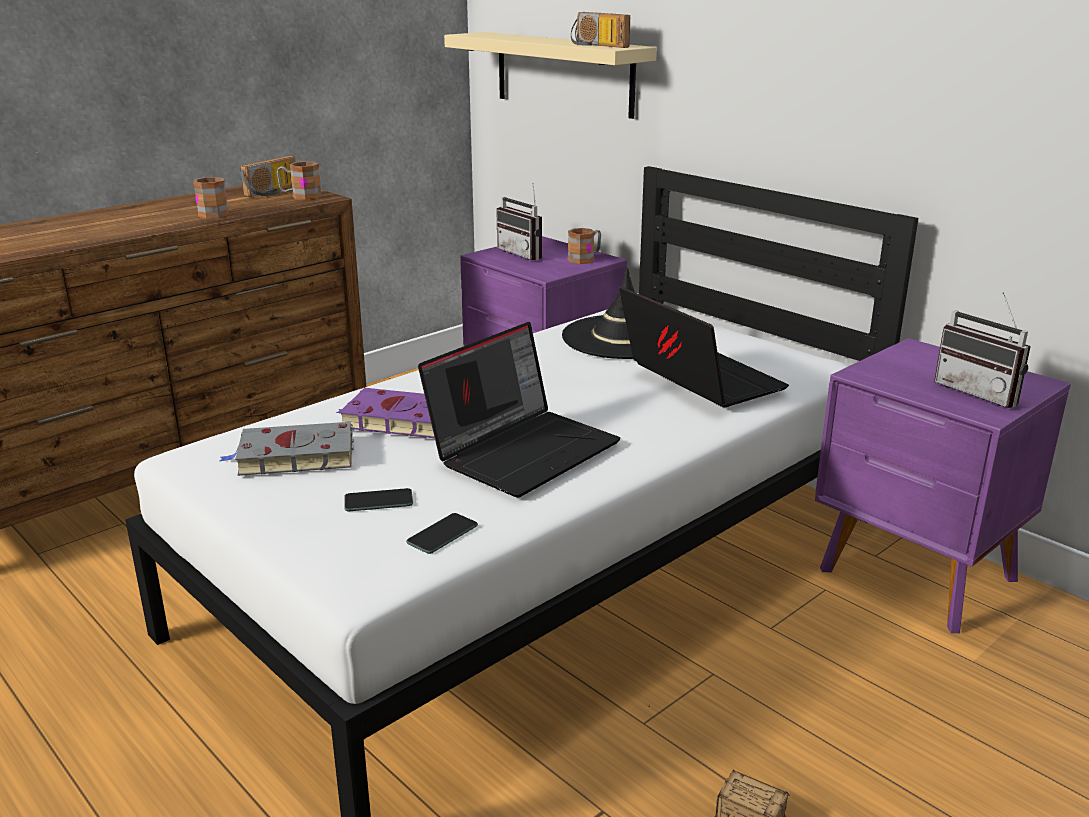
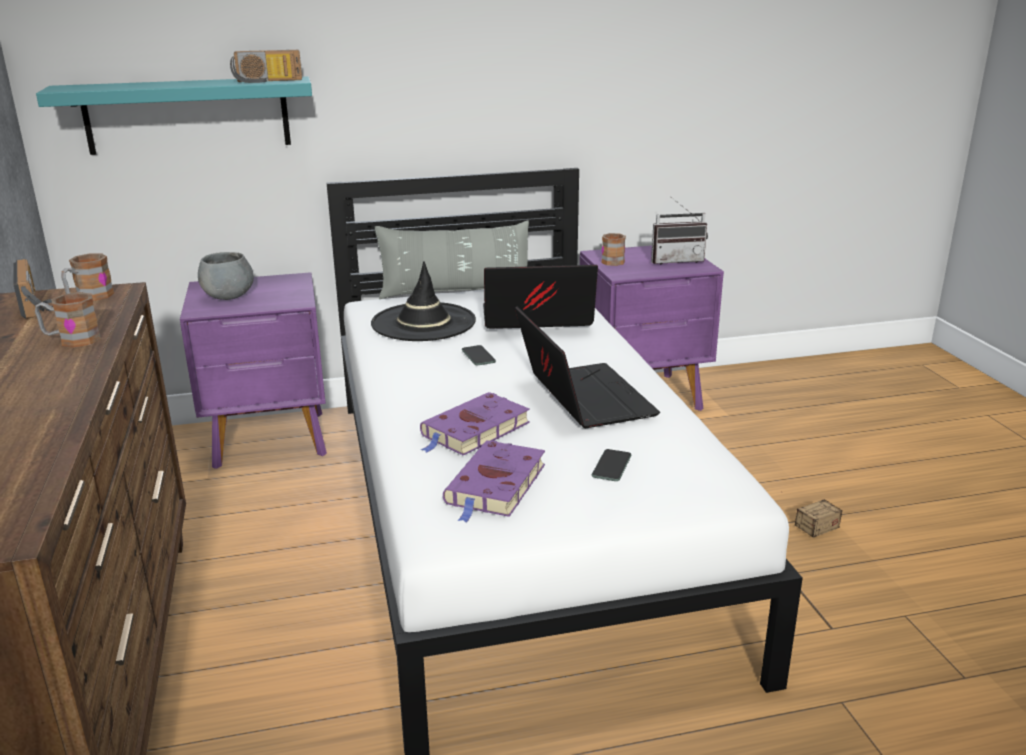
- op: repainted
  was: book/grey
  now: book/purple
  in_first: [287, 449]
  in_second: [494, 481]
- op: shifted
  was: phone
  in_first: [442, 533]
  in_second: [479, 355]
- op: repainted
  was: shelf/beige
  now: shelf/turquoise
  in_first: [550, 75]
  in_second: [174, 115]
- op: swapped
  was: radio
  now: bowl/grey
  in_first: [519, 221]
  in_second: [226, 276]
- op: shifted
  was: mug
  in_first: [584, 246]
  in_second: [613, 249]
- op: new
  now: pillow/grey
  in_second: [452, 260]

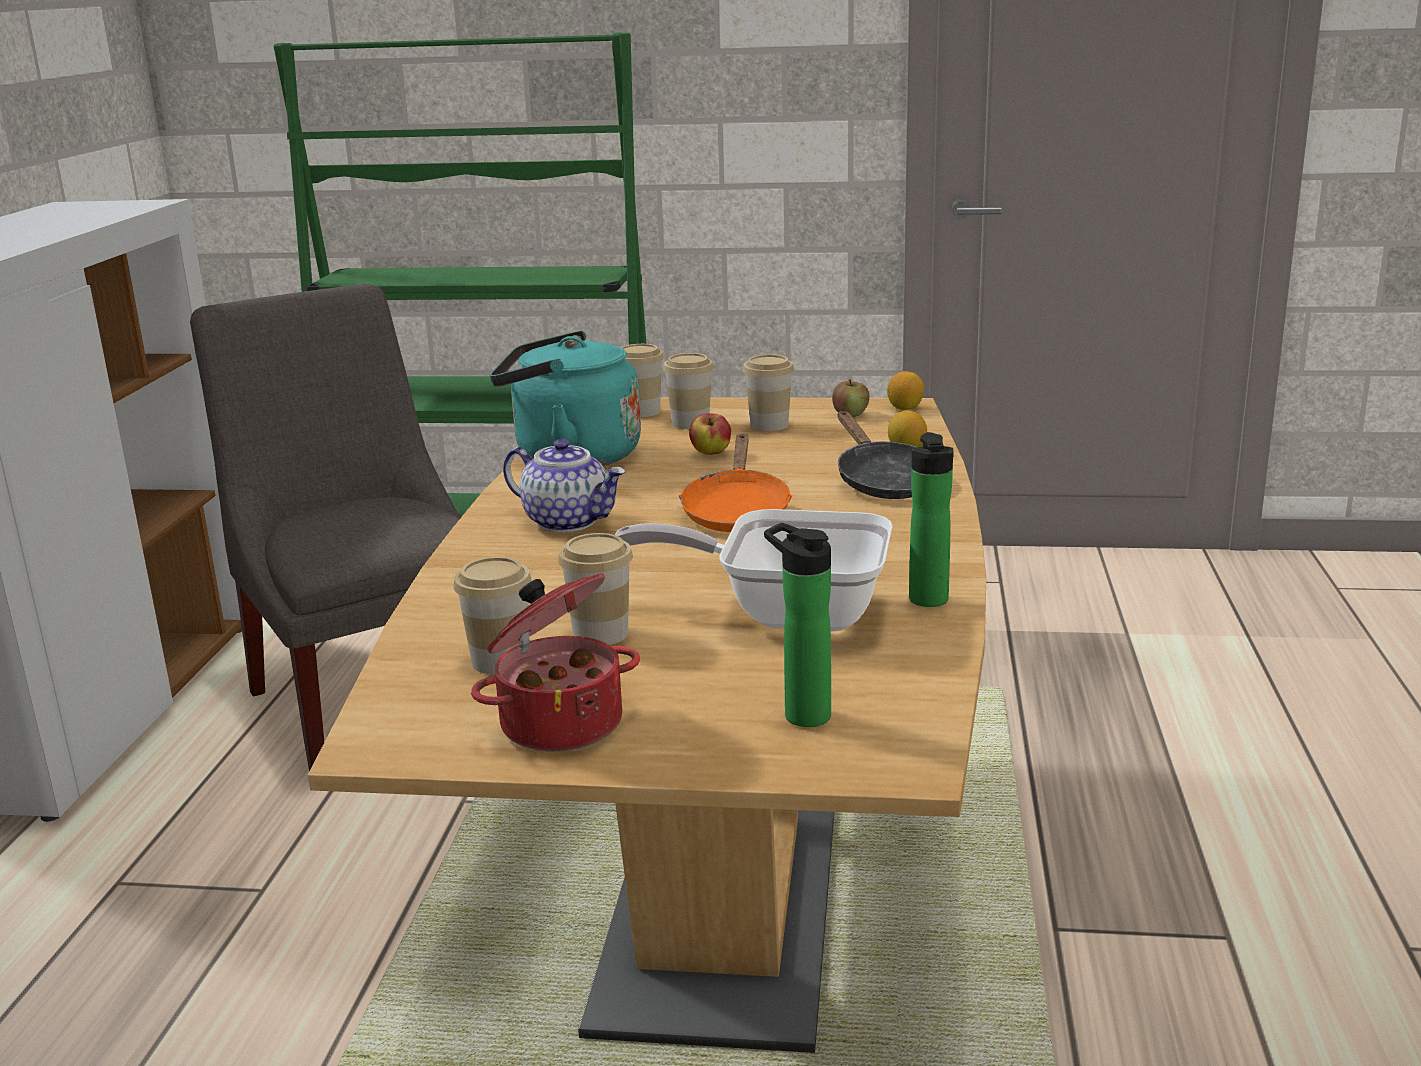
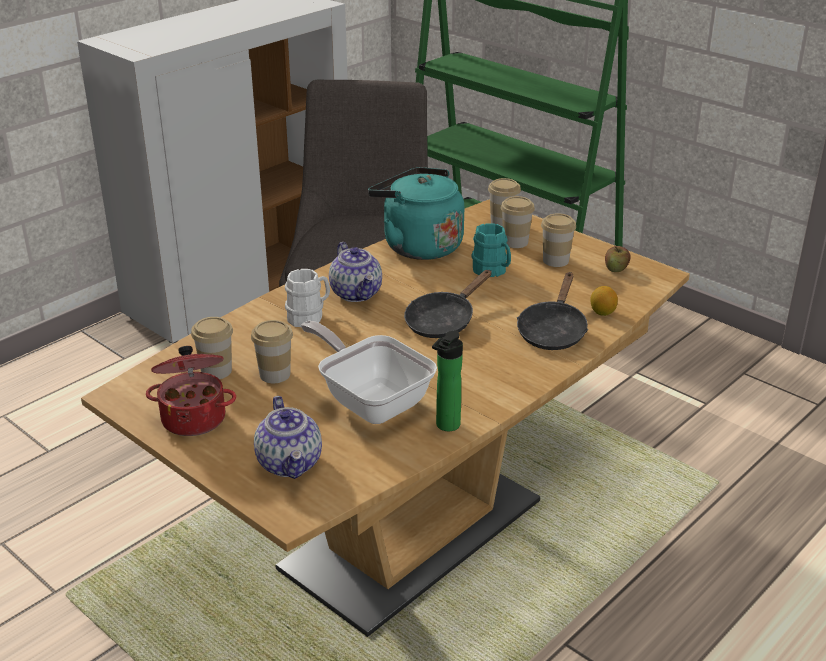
- op: repainted
  was: frying pan/orange
  now: frying pan/black
  in_first: [736, 483]
  in_second: [448, 304]
- op: swapped
  was: apple
  now: mug/turquoise
  in_first: [710, 434]
  in_second: [491, 250]
- op: swapped
  was: bottle
  now: teapot
  in_first: [797, 625]
  in_second: [288, 437]
- op: gone
  was: lemon
  in_first: [905, 390]
- op: new
  now: mug/white
  in_second: [307, 298]

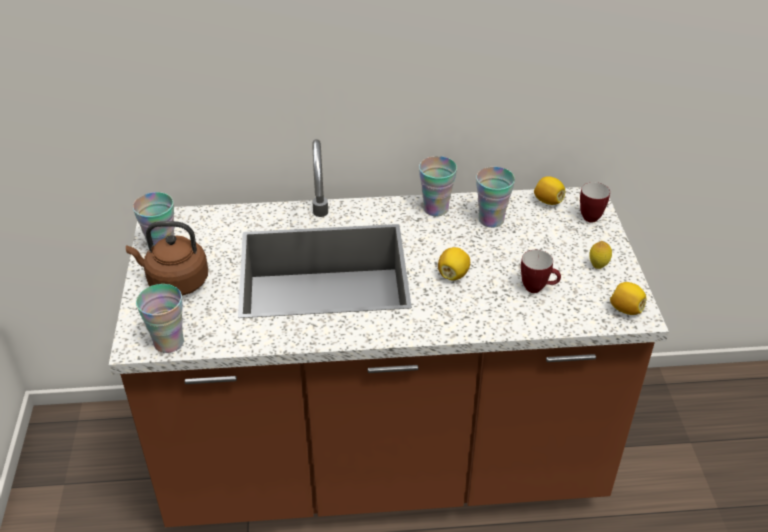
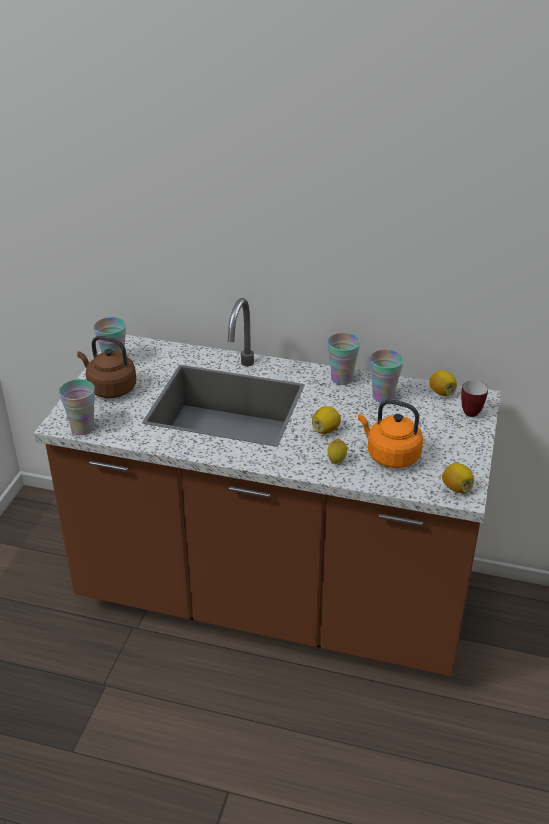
- op: swapped
  was: mug
  now: kettle/orange
  in_first: [541, 271]
  in_second: [390, 433]
- op: shifted
  was: lemon
  in_first: [600, 255]
  in_second: [337, 451]

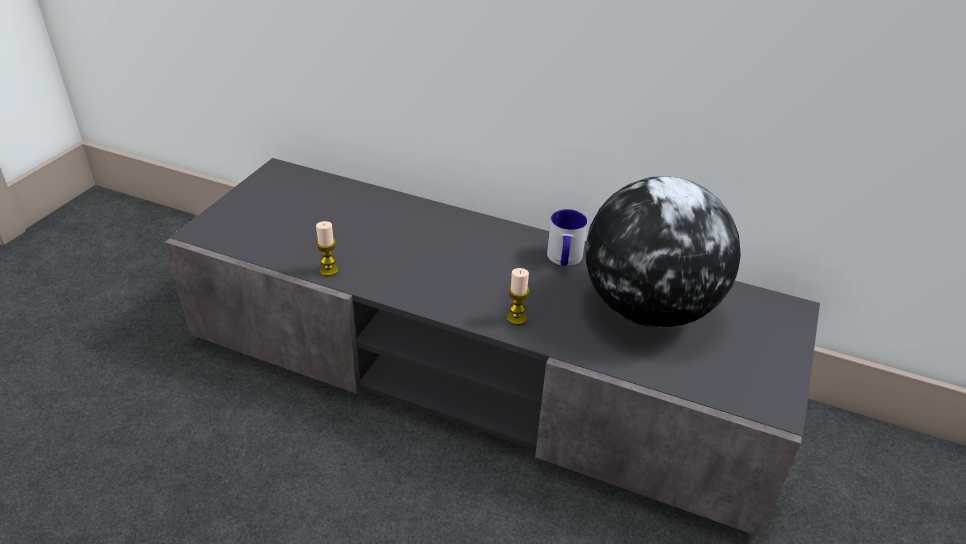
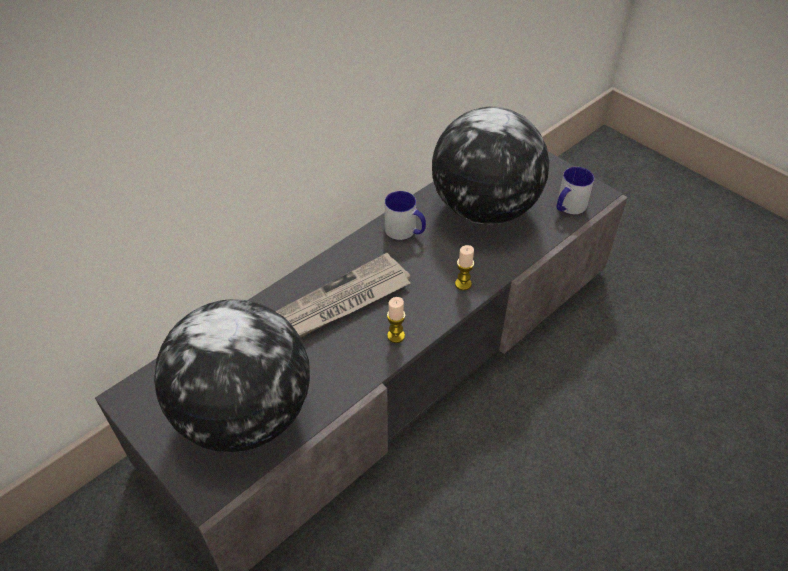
- op: shifted
  was: candle
  in_first: [327, 248]
  in_second: [396, 320]
- op: new
  now: globe
  in_second: [232, 375]
- op: new
  now: newspaper
  in_second: [343, 295]
- op: new
  now: mug
  in_second: [575, 190]

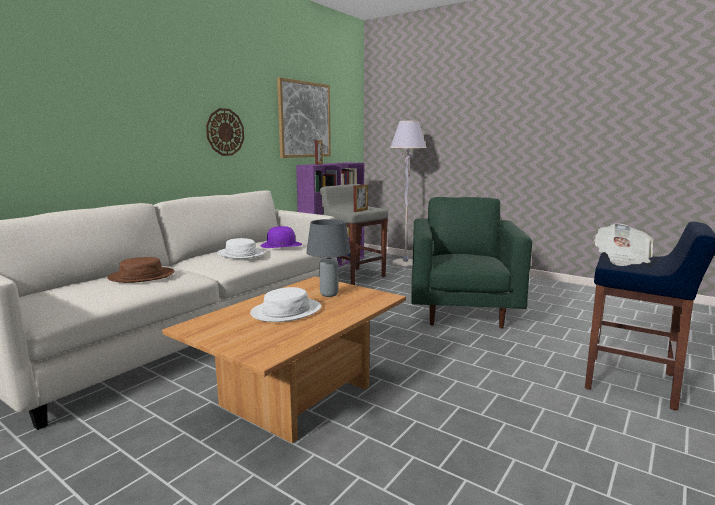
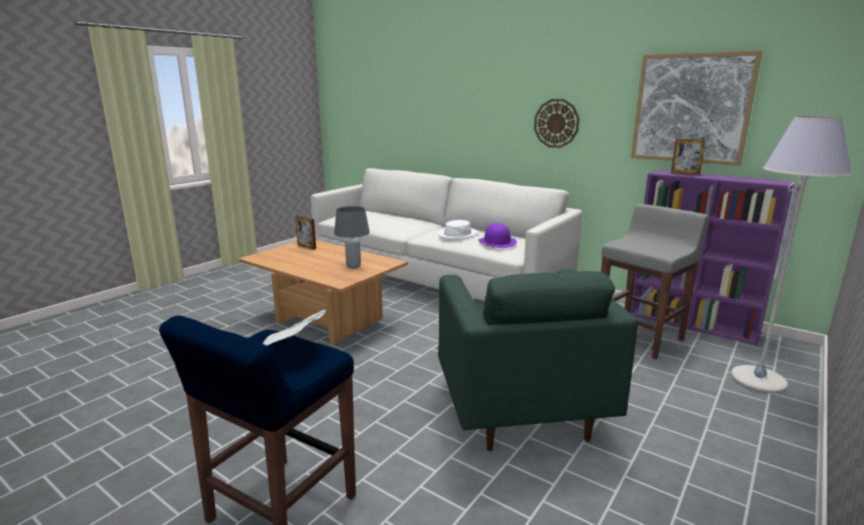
- op: gone
  was: hat/brown
  in_first: [140, 270]
- op: gone
  was: hat/white
  in_first: [285, 304]
- op: shifted
  was: picture frame
  in_first: [361, 198]
  in_second: [305, 233]
- op: rotated
  was: armchair/green
  in_first: [471, 263]
  in_second: [538, 360]
  clockwise: 75

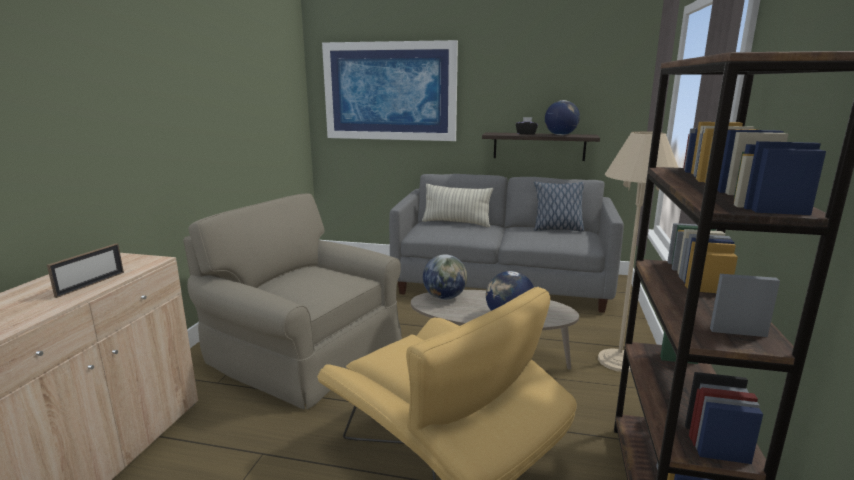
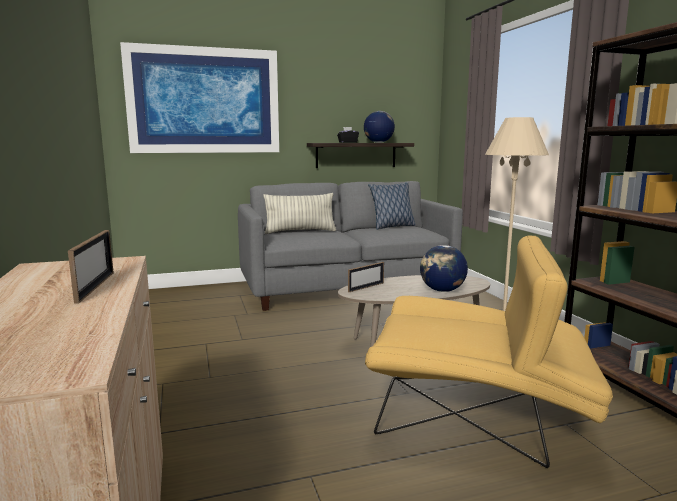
- op: gone
  was: armchair/beige
  in_first: [293, 301]
- op: swapped
  was: globe
  now: picture frame
  in_first: [445, 277]
  in_second: [366, 277]

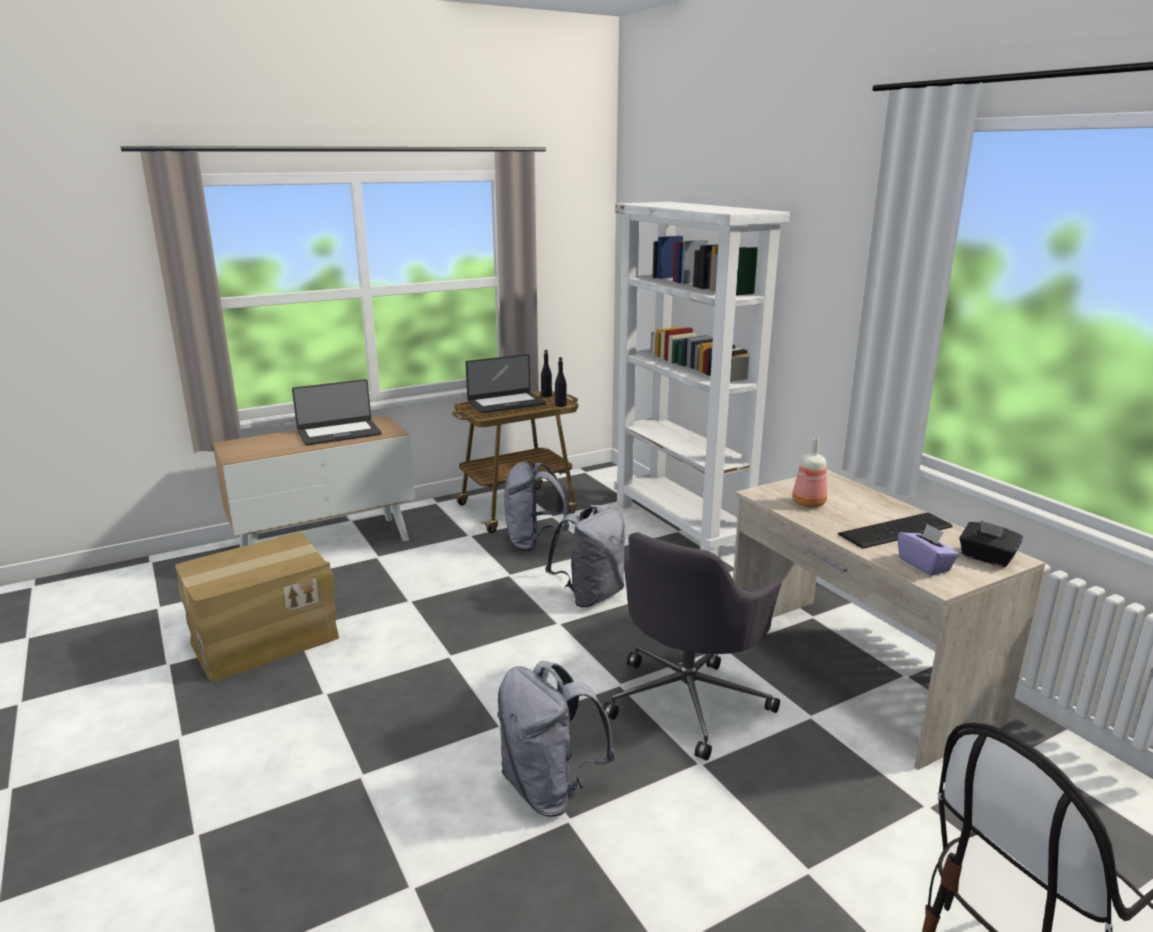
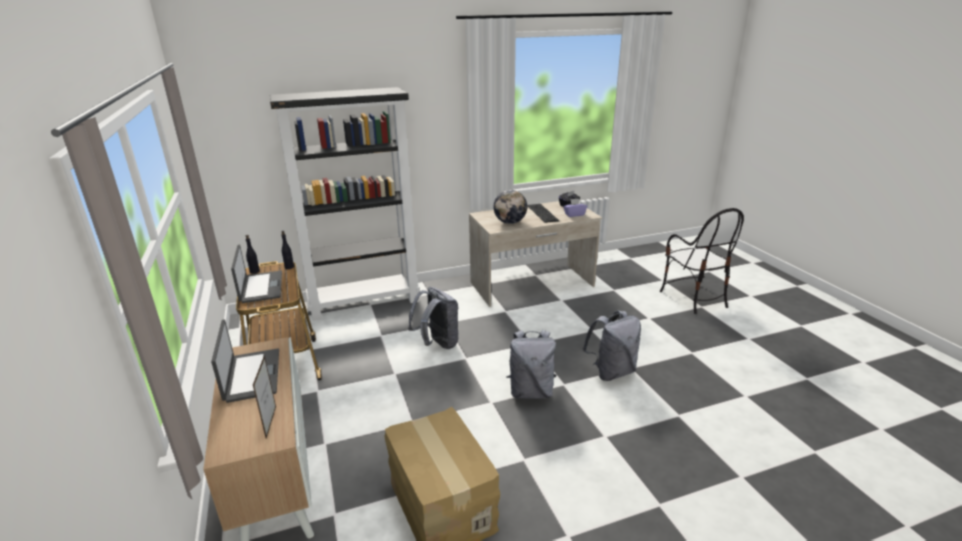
- op: shifted
  was: backpack/grey
  in_first: [536, 507]
  in_second: [531, 364]
- op: gone
  was: office chair/grey
  in_first: [692, 646]
- op: repainted
  was: bookcase/white
  now: bookcase/black
  in_first: [702, 379]
  in_second: [345, 204]
- op: swapped
  was: bottle
  now: globe
  in_first: [809, 473]
  in_second: [510, 207]
- op: new
  now: picture frame
  in_second: [264, 396]

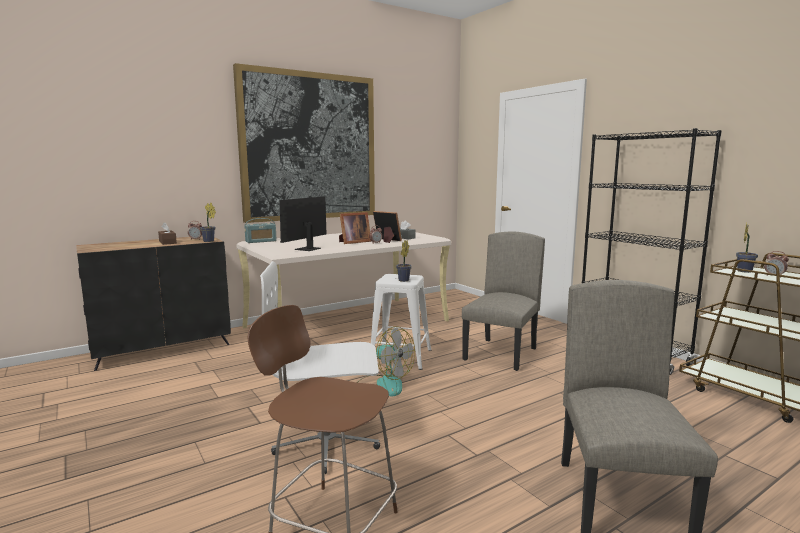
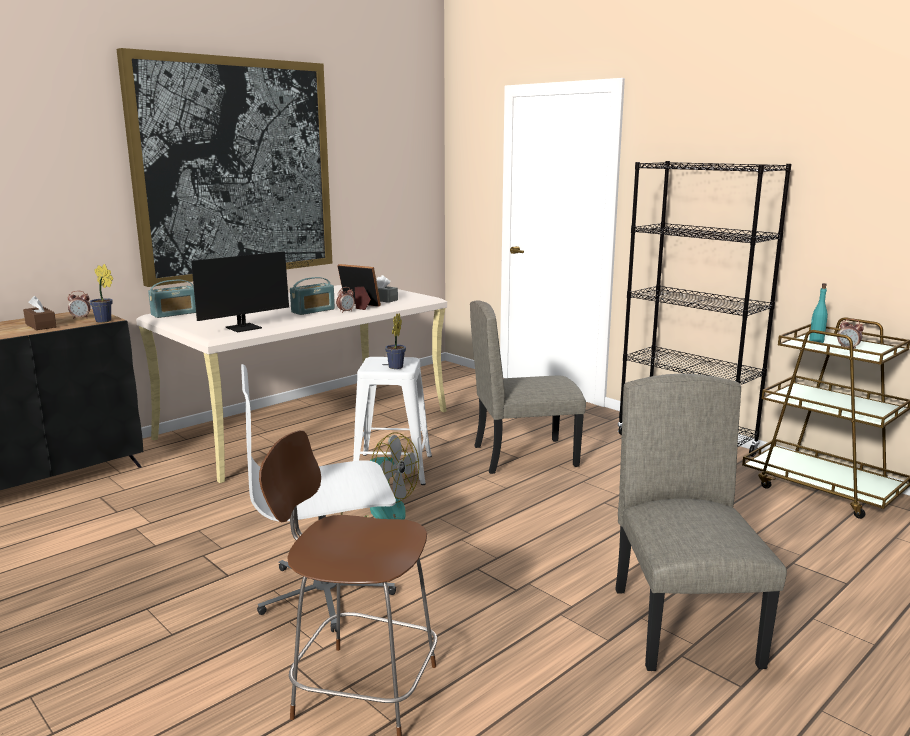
- op: rotated
  was: monitor
  in_first: [295, 223]
  in_second: [252, 291]
  clockwise: -150
- op: swapped
  was: picture frame
  now: radio
  in_first: [355, 228]
  in_second: [312, 296]
- op: rotated
  was: chair/beige
  in_first: [503, 301]
  in_second: [528, 387]
  clockwise: -120
- op: swapped
  was: potted plant
  now: bottle/turquoise
  in_first: [747, 248]
  in_second: [818, 313]

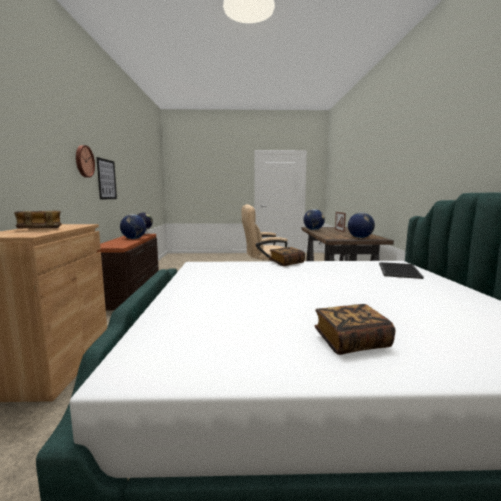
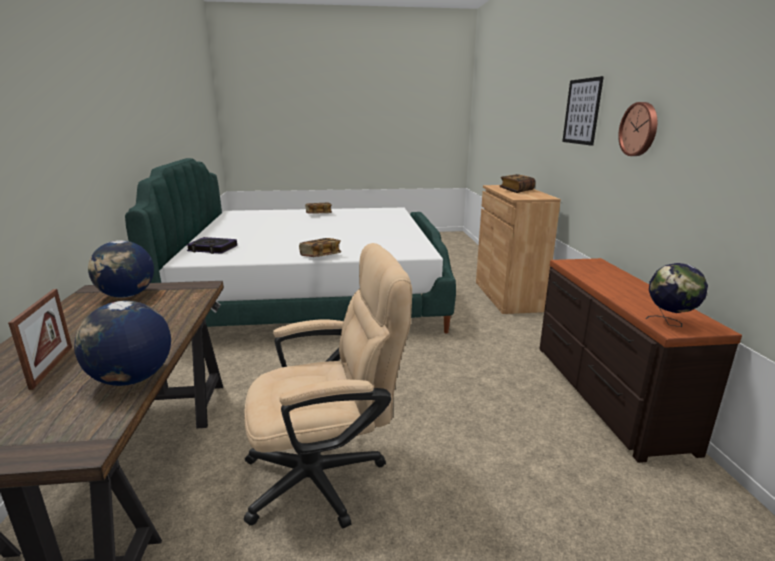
- op: shifted
  was: picture
  in_first: [106, 178]
  in_second: [583, 111]
- op: gone
  was: globe
  in_first: [133, 226]
- op: swapped
  was: tray
  now: book
  in_first: [401, 270]
  in_second: [211, 245]

